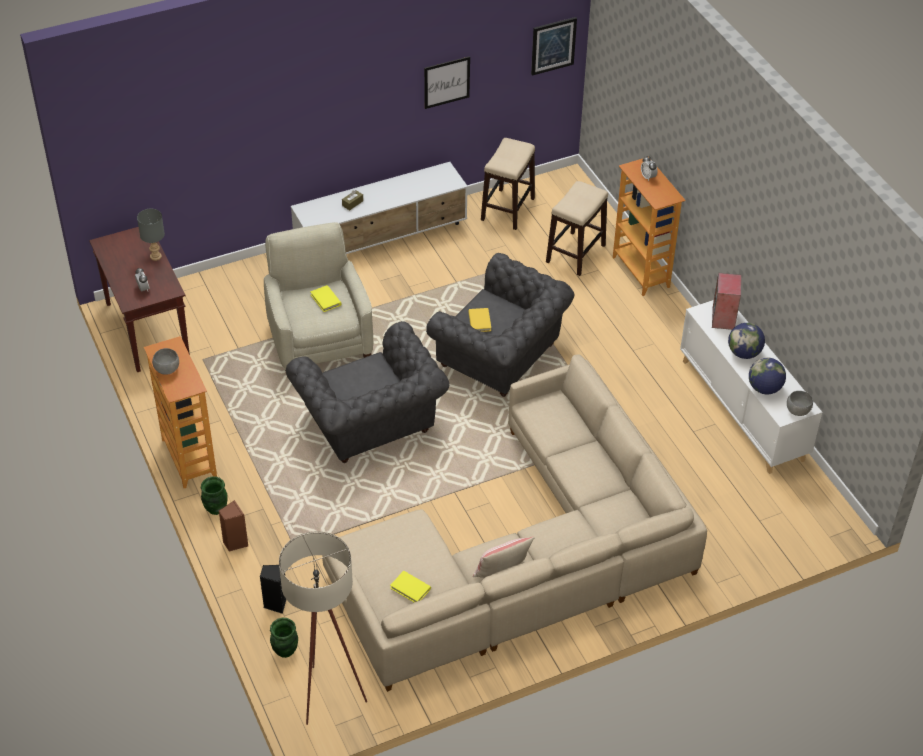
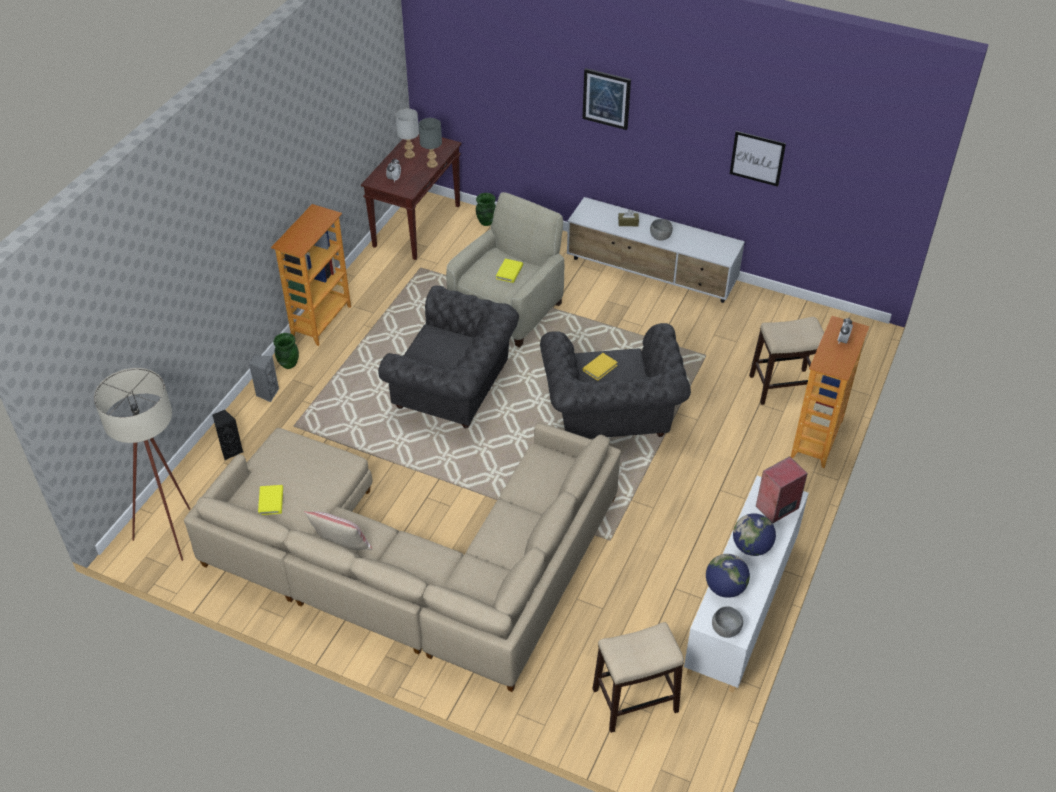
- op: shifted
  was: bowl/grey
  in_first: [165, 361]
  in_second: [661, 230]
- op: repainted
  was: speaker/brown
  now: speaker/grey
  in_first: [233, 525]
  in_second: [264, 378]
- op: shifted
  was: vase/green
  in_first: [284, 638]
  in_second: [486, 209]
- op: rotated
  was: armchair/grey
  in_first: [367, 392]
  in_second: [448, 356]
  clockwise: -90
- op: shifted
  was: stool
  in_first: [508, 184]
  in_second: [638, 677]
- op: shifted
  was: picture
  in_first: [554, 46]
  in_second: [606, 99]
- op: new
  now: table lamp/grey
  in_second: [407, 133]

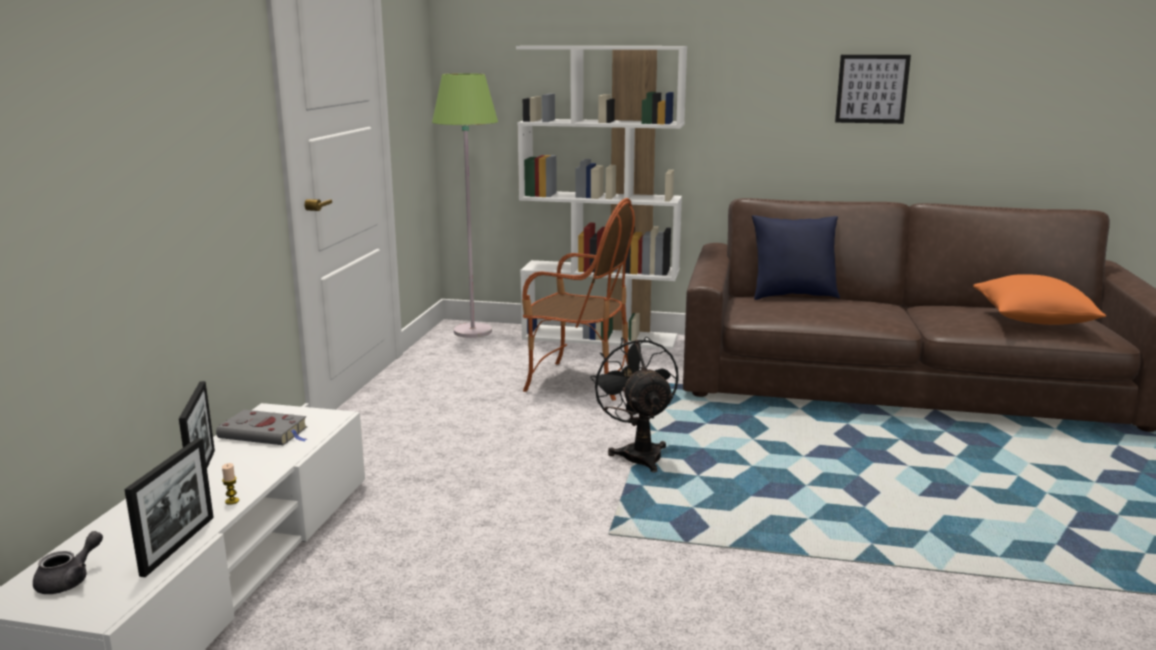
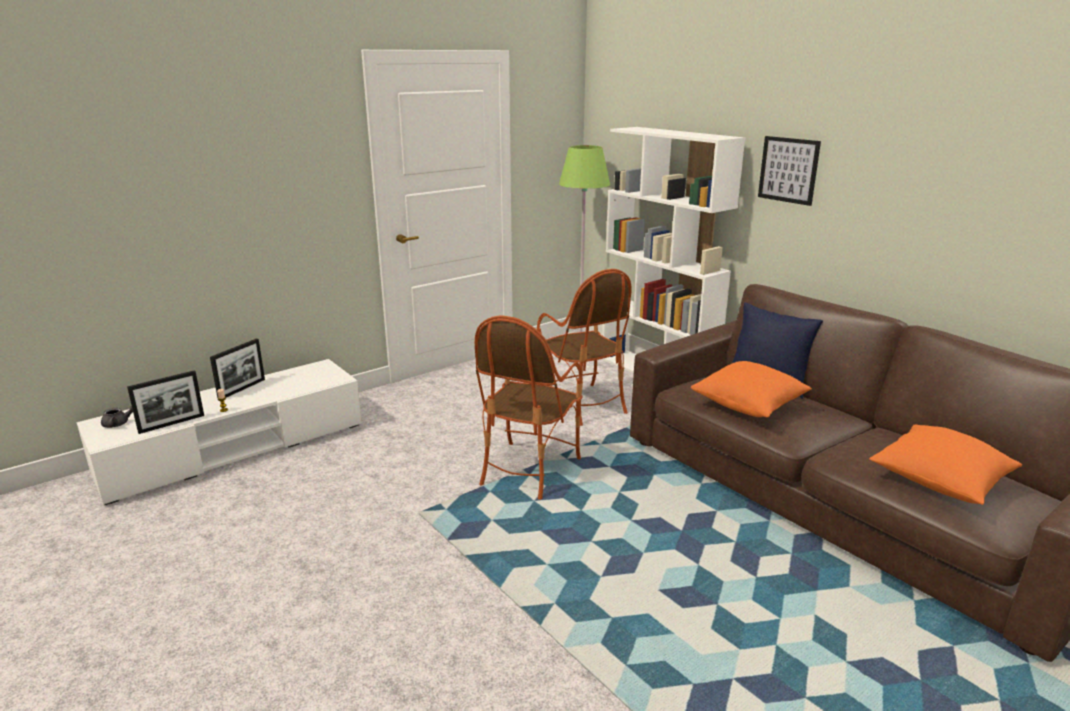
- op: gone
  was: book/grey
  in_first: [261, 427]
- op: swapped
  was: fan/black
  now: armchair
  in_first: [634, 404]
  in_second: [529, 408]
- op: shifted
  was: picture
  in_first: [873, 89]
  in_second: [789, 171]
- op: new
  now: pillow/orange
  in_second: [751, 389]

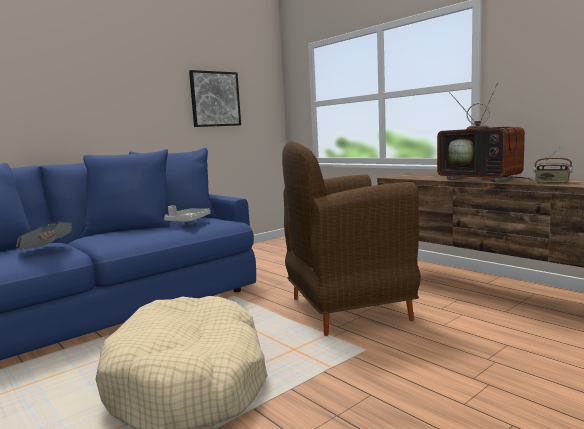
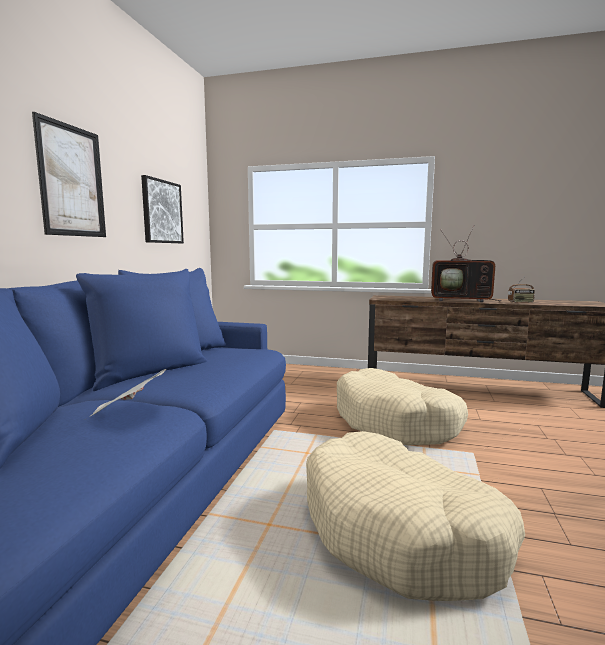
- op: gone
  was: tray/grey
  in_first: [187, 213]
- op: swapped
  was: armchair/brown
  now: dog bed/beige
  in_first: [351, 238]
  in_second: [402, 406]
- op: new
  now: picture
  in_second: [69, 174]

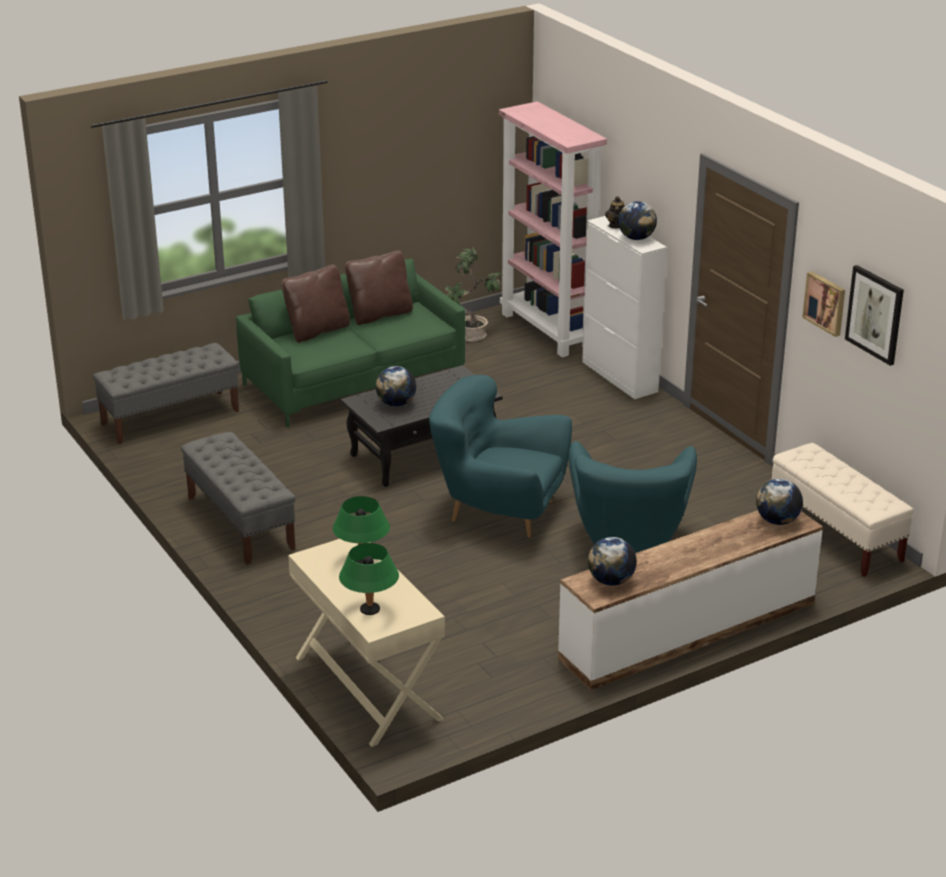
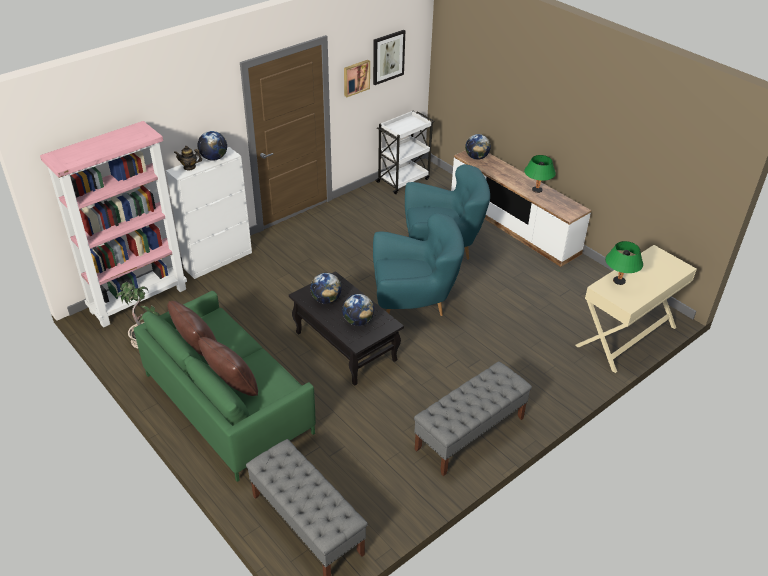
- op: shifted
  was: table lamp/green
  in_first: [369, 579]
  in_second: [540, 174]
- op: rotated
  was: armchair/turquoise
  in_first: [500, 456]
  in_second: [418, 264]
  clockwise: -105
- op: shifted
  was: globe
  in_first: [612, 561]
  in_second: [326, 288]
- op: swapped
  was: bench/beige
  now: cart/white
  in_first: [842, 510]
  in_second: [405, 152]

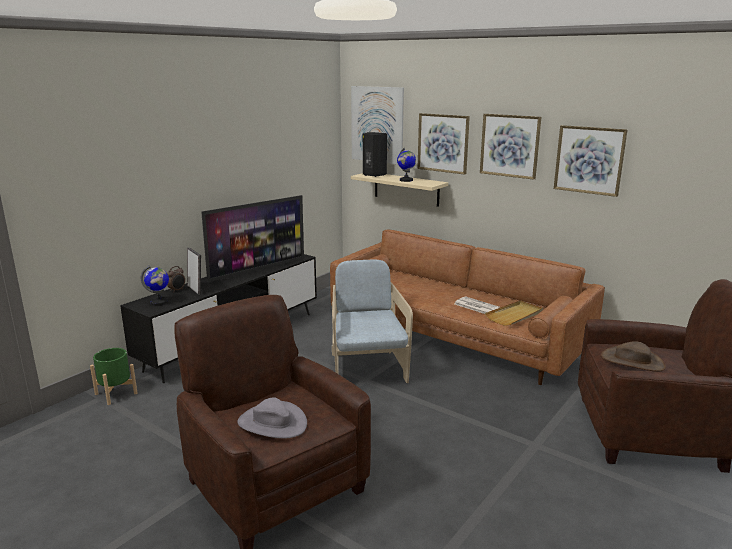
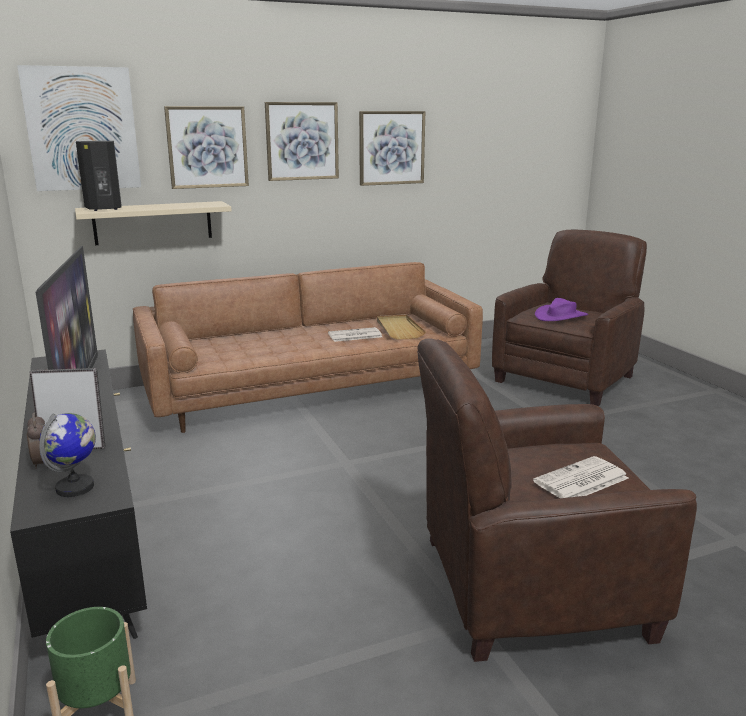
- op: swapped
  was: hat/grey
  now: newspaper
  in_first: [272, 417]
  in_second: [581, 477]
- op: gone
  was: armchair/beige
  in_first: [372, 321]
- op: gone
  was: globe
  in_first: [406, 165]
- op: repainted
  was: hat/brown
  now: hat/purple
  in_first: [633, 356]
  in_second: [561, 309]

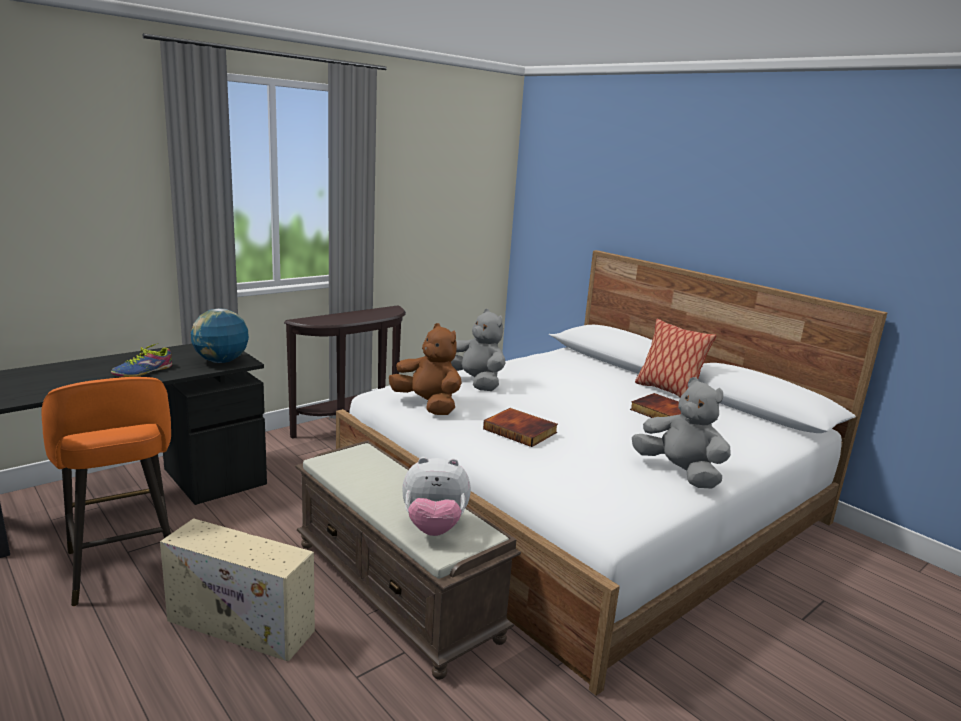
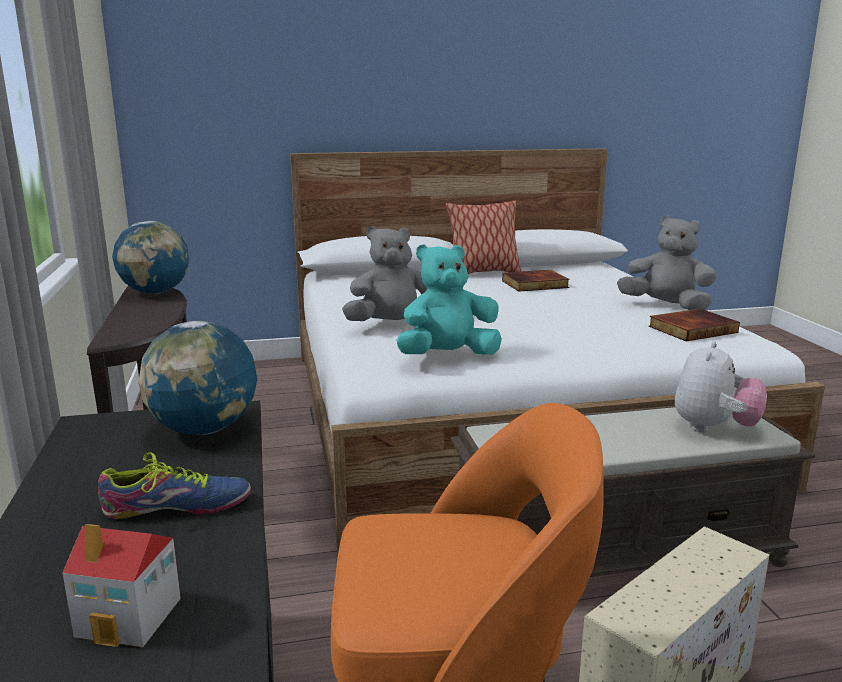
- op: rotated
  was: shoe
  in_first: [141, 360]
  in_second: [174, 485]
  clockwise: -75
- op: repainted
  was: plush toy/brown
  now: plush toy/turquoise
  in_first: [425, 369]
  in_second: [449, 299]
- op: shifted
  was: book
  in_first: [520, 427]
  in_second: [694, 325]
- op: rotated
  was: plush toy/grey
  in_first: [681, 432]
  in_second: [667, 262]
  clockwise: 45
- op: new
  now: toy house
  in_second: [121, 585]
- op: new
  now: globe
  in_second: [150, 257]

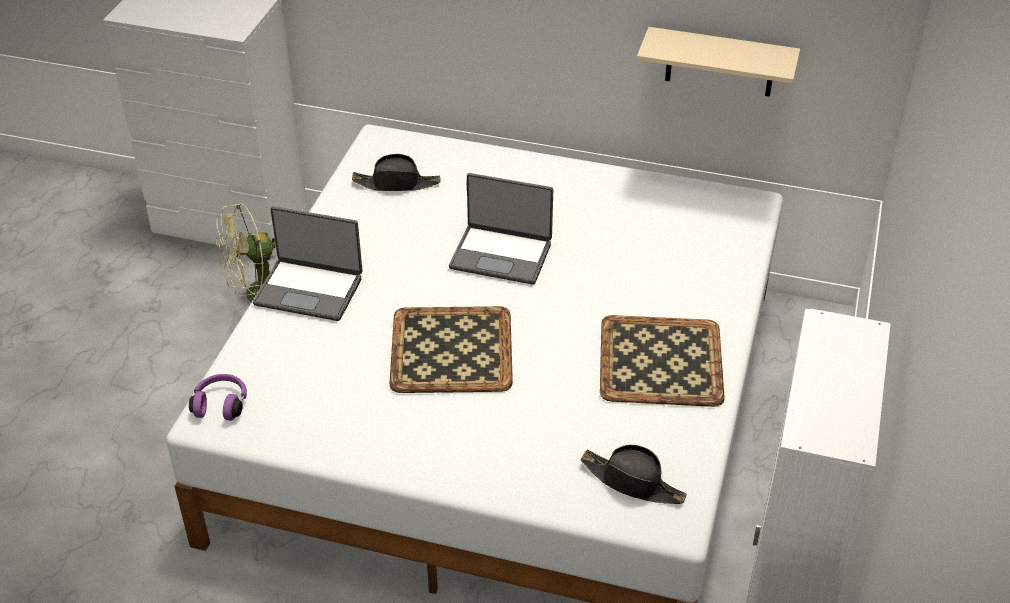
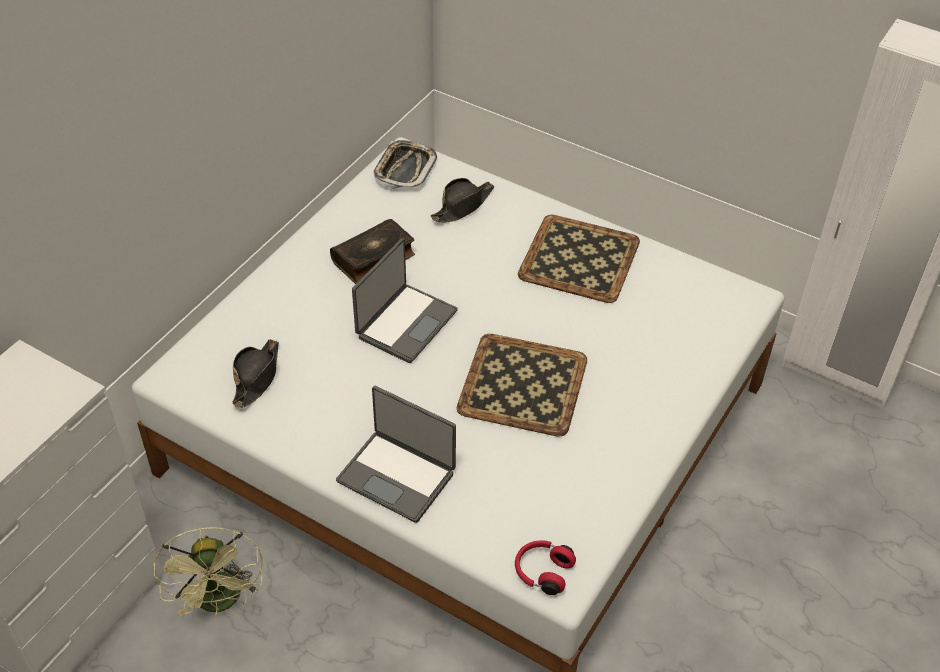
- op: repainted
  was: headphones/purple
  now: headphones/red
  in_first: [218, 397]
  in_second: [545, 567]
- op: rotated
  was: laptop
  in_first: [308, 263]
  in_second: [396, 454]
  clockwise: 90
- op: shifted
  was: hat/black
  in_first: [634, 474]
  in_second: [462, 200]
- op: gone
  was: shelf/beige
  in_first: [718, 62]
- op: new
  now: book
  in_second: [372, 251]
- op: new
  now: tray
  in_second: [405, 164]

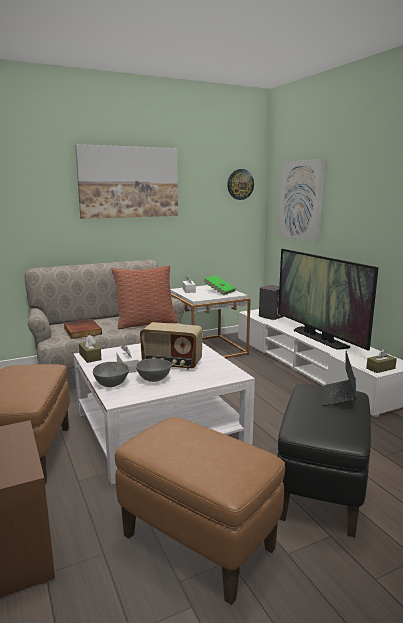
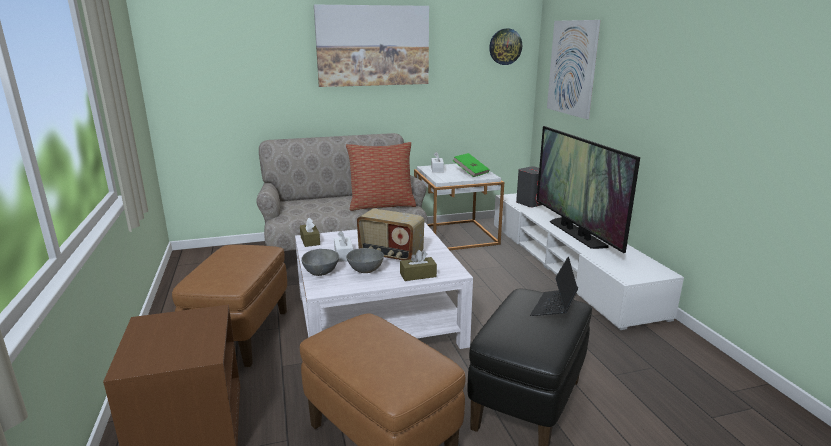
- op: gone
  was: book
  in_first: [83, 329]
- op: shifted
  was: tissue box/brown
  in_first: [381, 360]
  in_second: [418, 265]

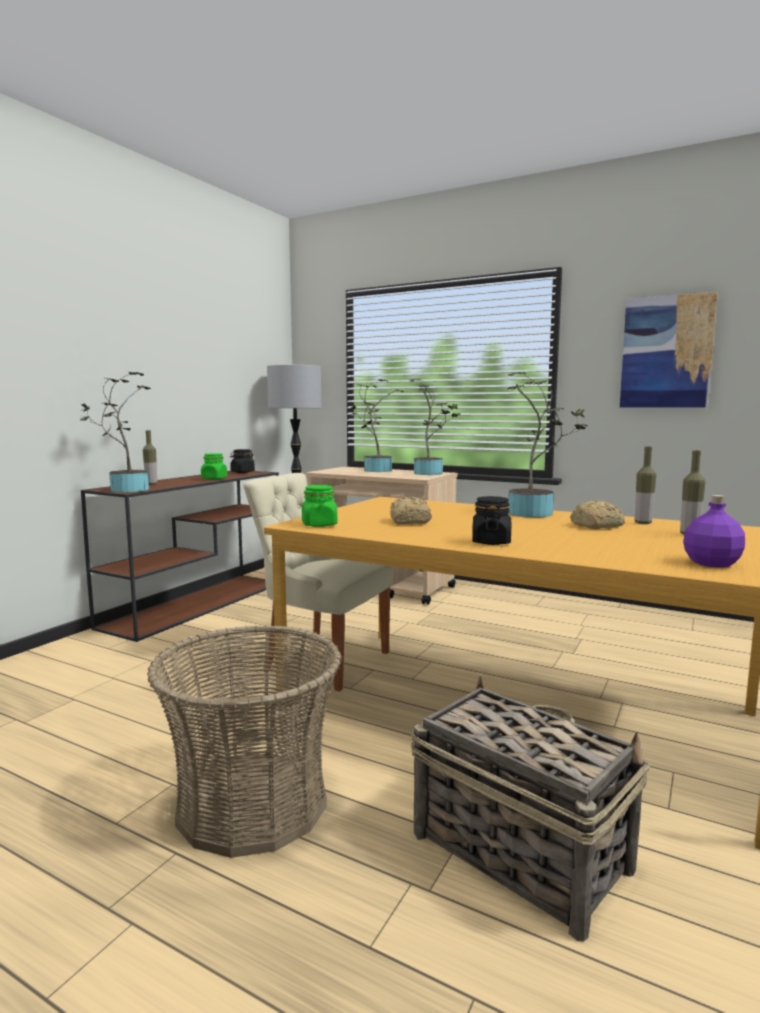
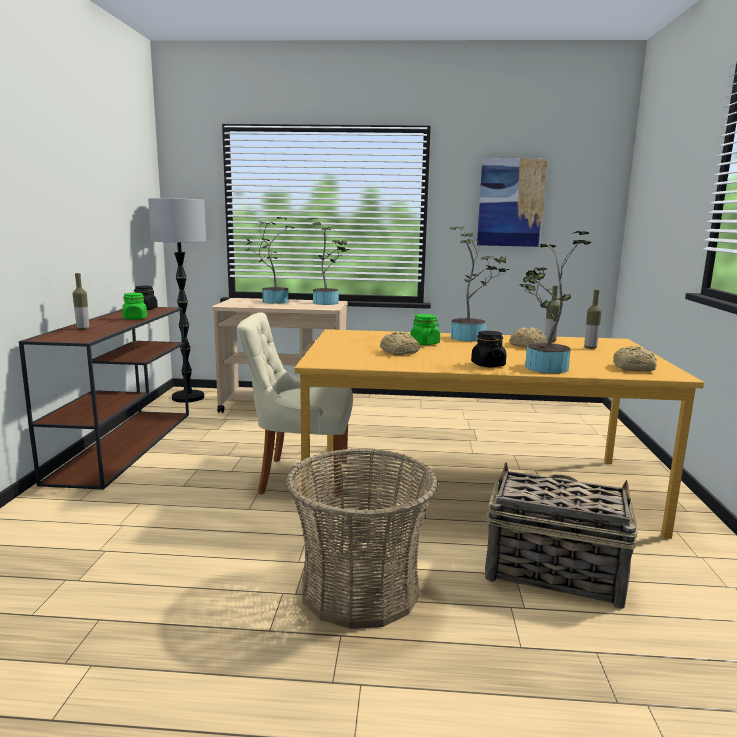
- op: shifted
  was: potted plant
  in_first: [115, 432]
  in_second: [555, 302]
- op: shifted
  was: jar/green
  in_first: [319, 506]
  in_second: [425, 329]
- op: swapped
  was: bottle/purple
  now: bread
  in_first: [714, 531]
  in_second: [635, 359]

